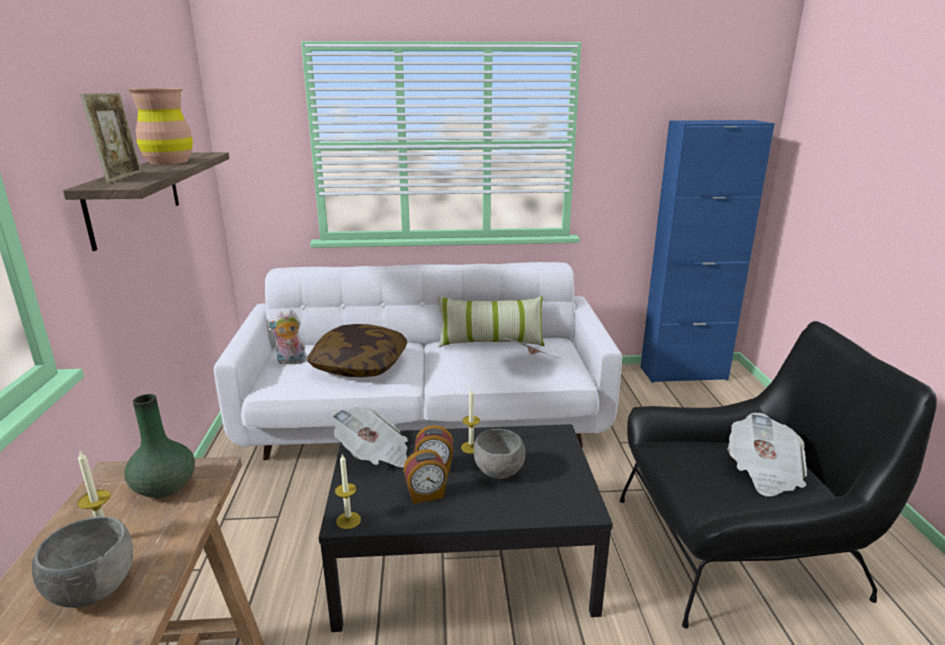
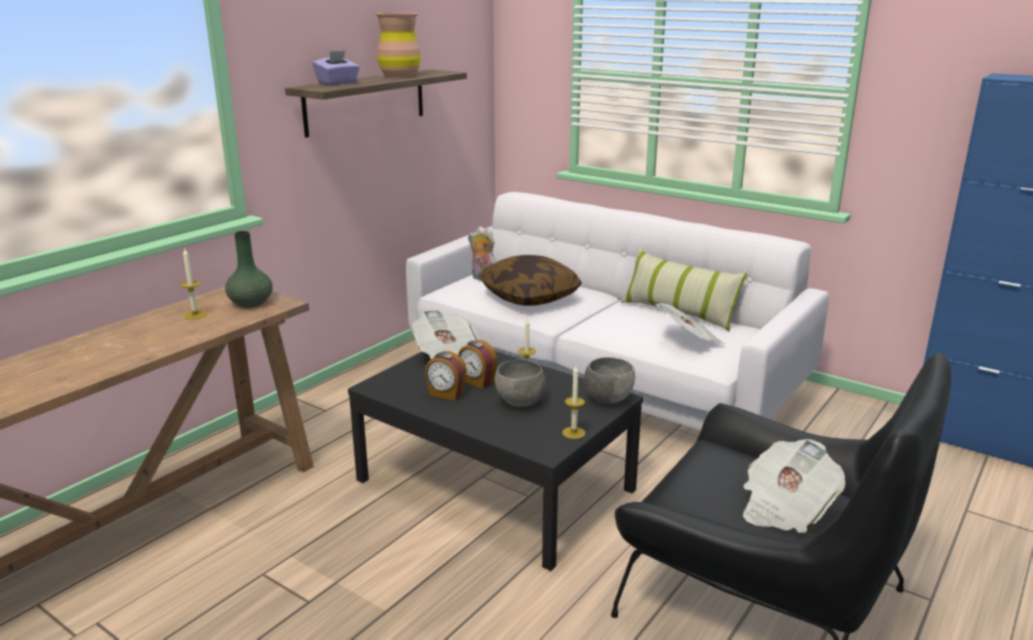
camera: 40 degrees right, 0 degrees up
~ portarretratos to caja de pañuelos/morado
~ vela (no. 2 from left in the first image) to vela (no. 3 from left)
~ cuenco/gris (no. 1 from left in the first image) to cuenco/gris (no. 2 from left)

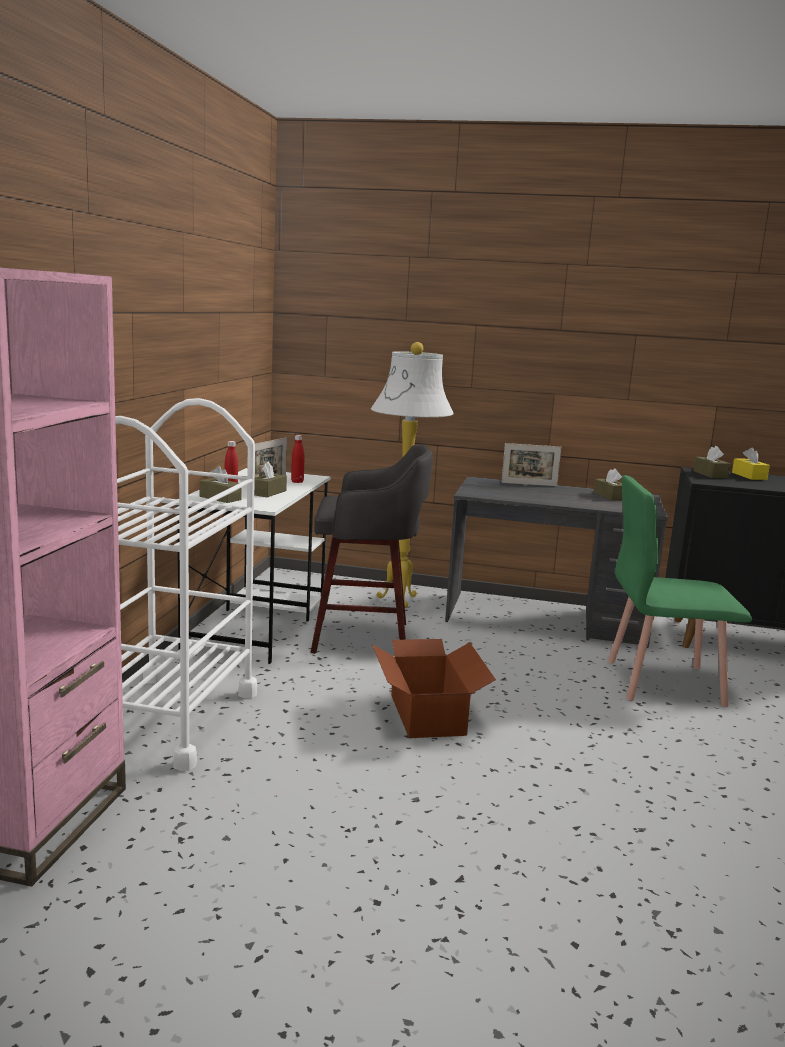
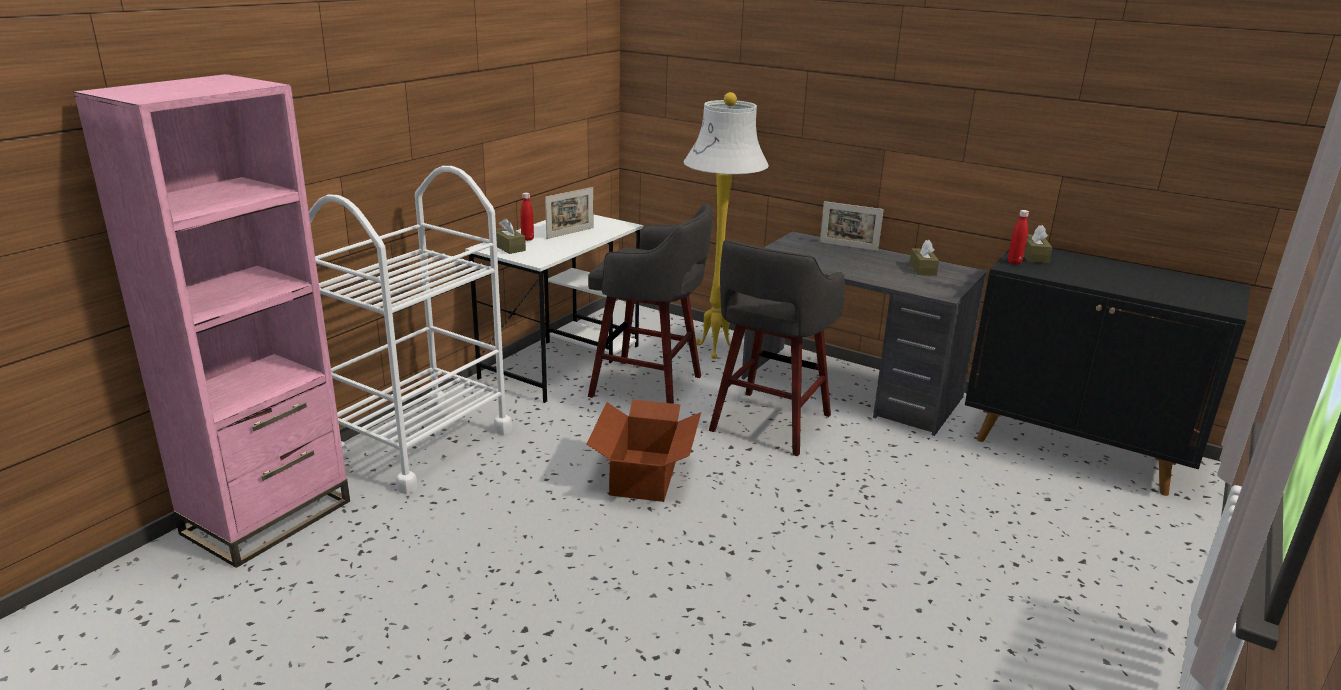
camera: 20 degrees right, 10 degrees up
~ botella/rojo (no. 2 from left)
- caja de pañuelos/amarillo
- caja de pañuelos/marrón (no. 2 from left)
- silla/verde
+ taburete/gris (no. 2 from left)

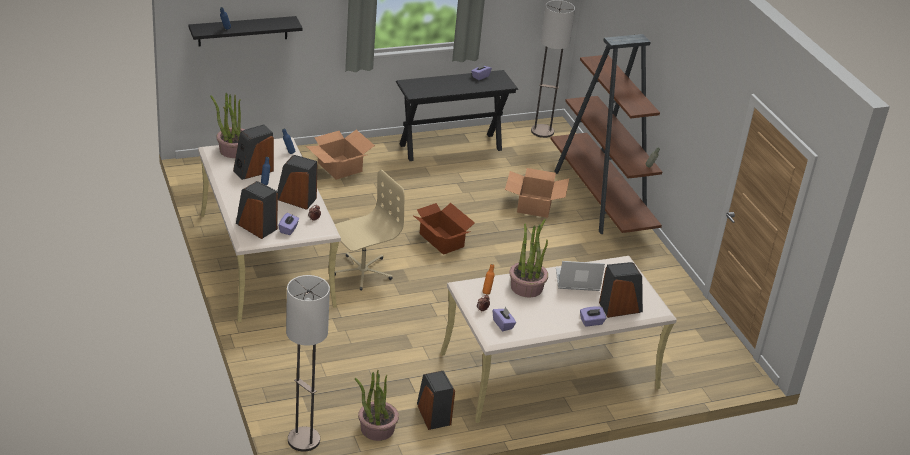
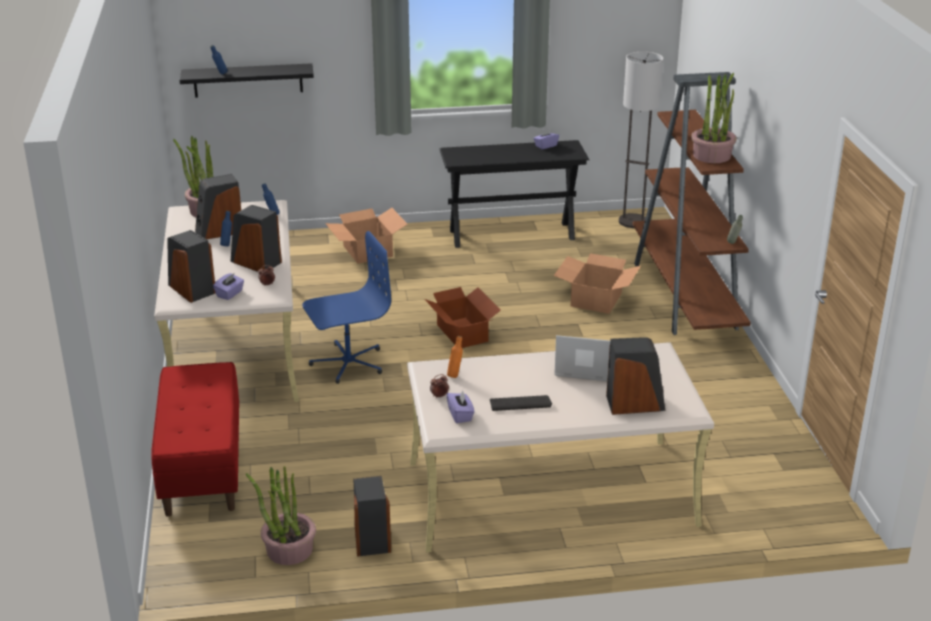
camera: 15 degrees right, 5 degrees down
~ silla de oficina/beis to silla de oficina/azul
~ planta en maceta (no. 3 from left)
- lámpara de pie (no. 1 from left)
- caja de pañuelos/morado (no. 4 from left)
+ banco/rojo
+ teclado

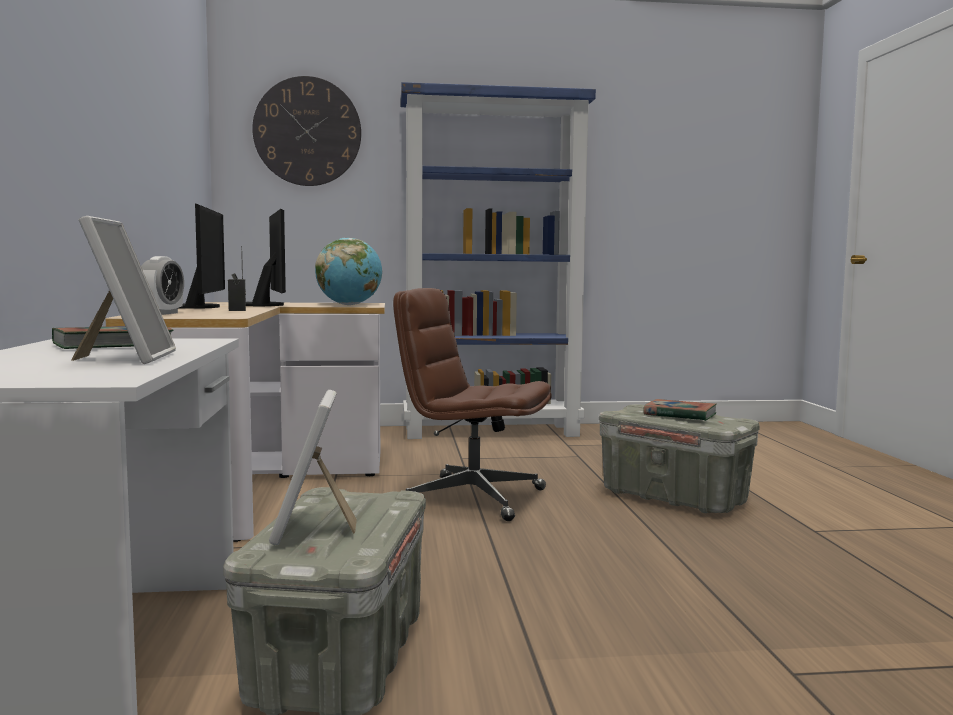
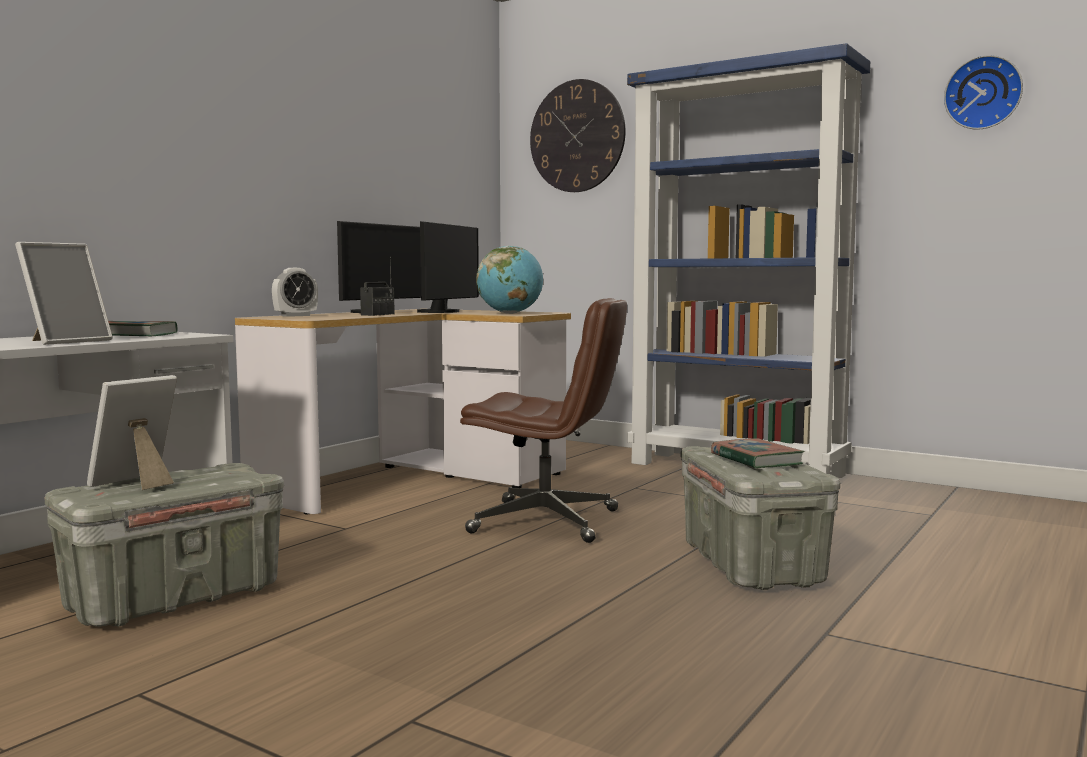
camera: 40 degrees right, 0 degrees up
~ silla de oficina/marrón 135 degrees clockwise
+ reloj de pared (no. 2 from left)

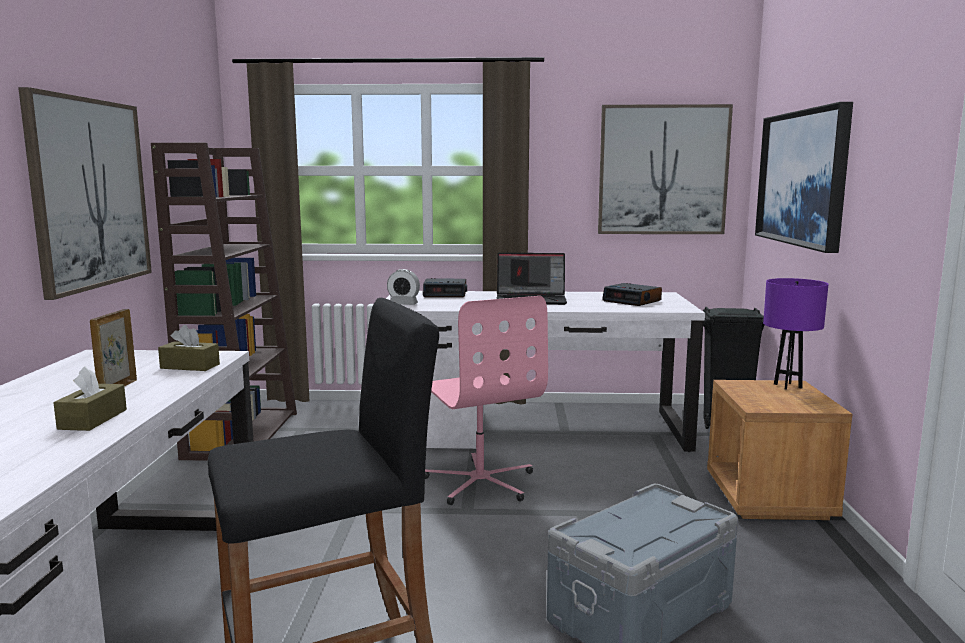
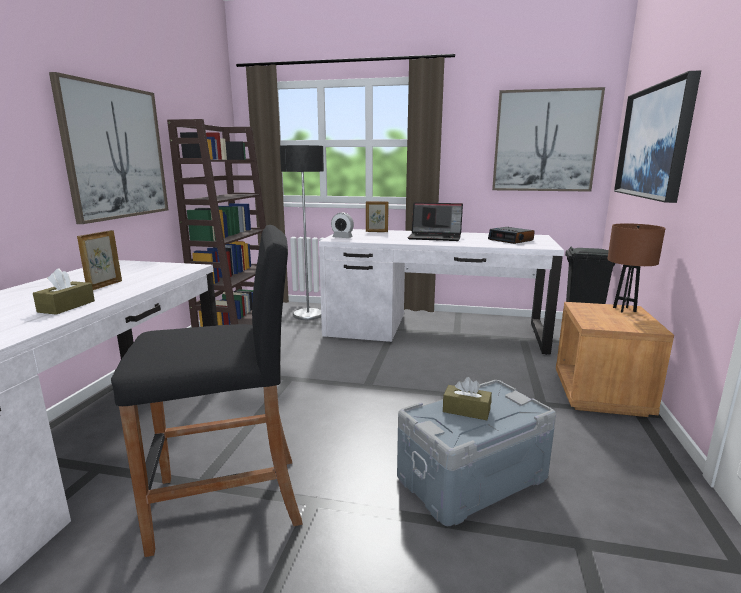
camera: 10 degrees right, 5 degrees up
~ despertador (no. 2 from left) to portarretratos (no. 2 from left)
~ lámpara de mesa/morado to lámpara de mesa/marrón
- silla de oficina/rosa
~ caja de pañuelos/marrón (no. 2 from left)
+ lámpara de pie

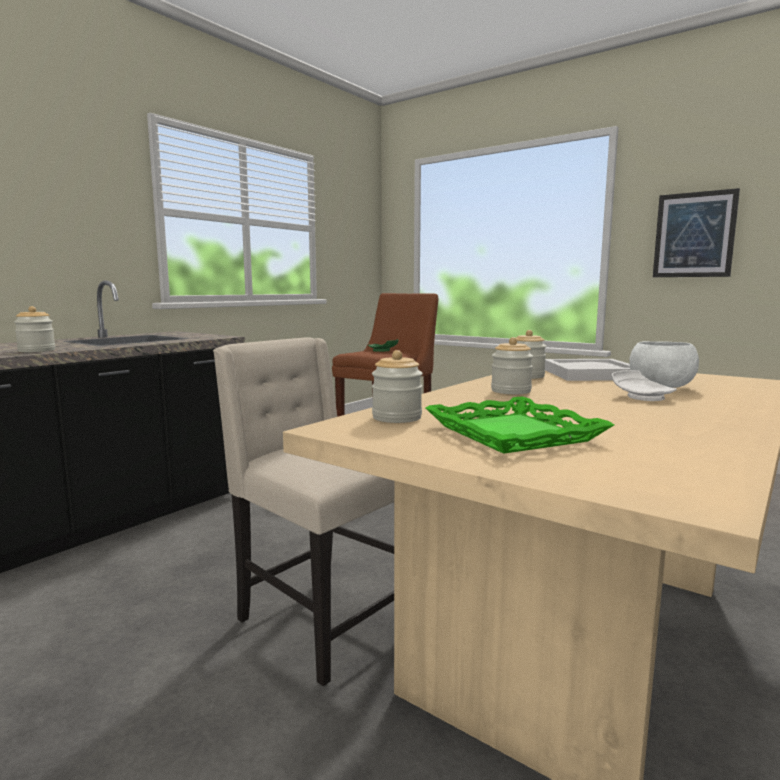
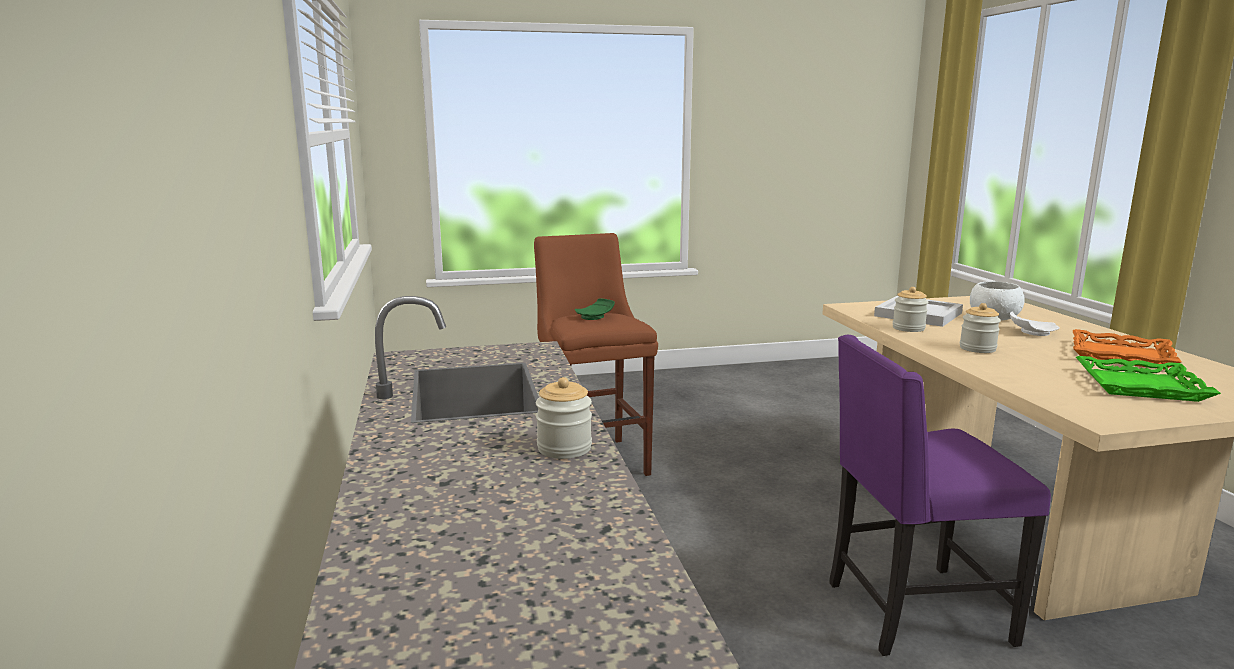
camera: 50 degrees left, 5 degrees up
- cuadro
~ silla/beis to silla/morado
- tarro (no. 2 from left)
+ bandeja/naranja

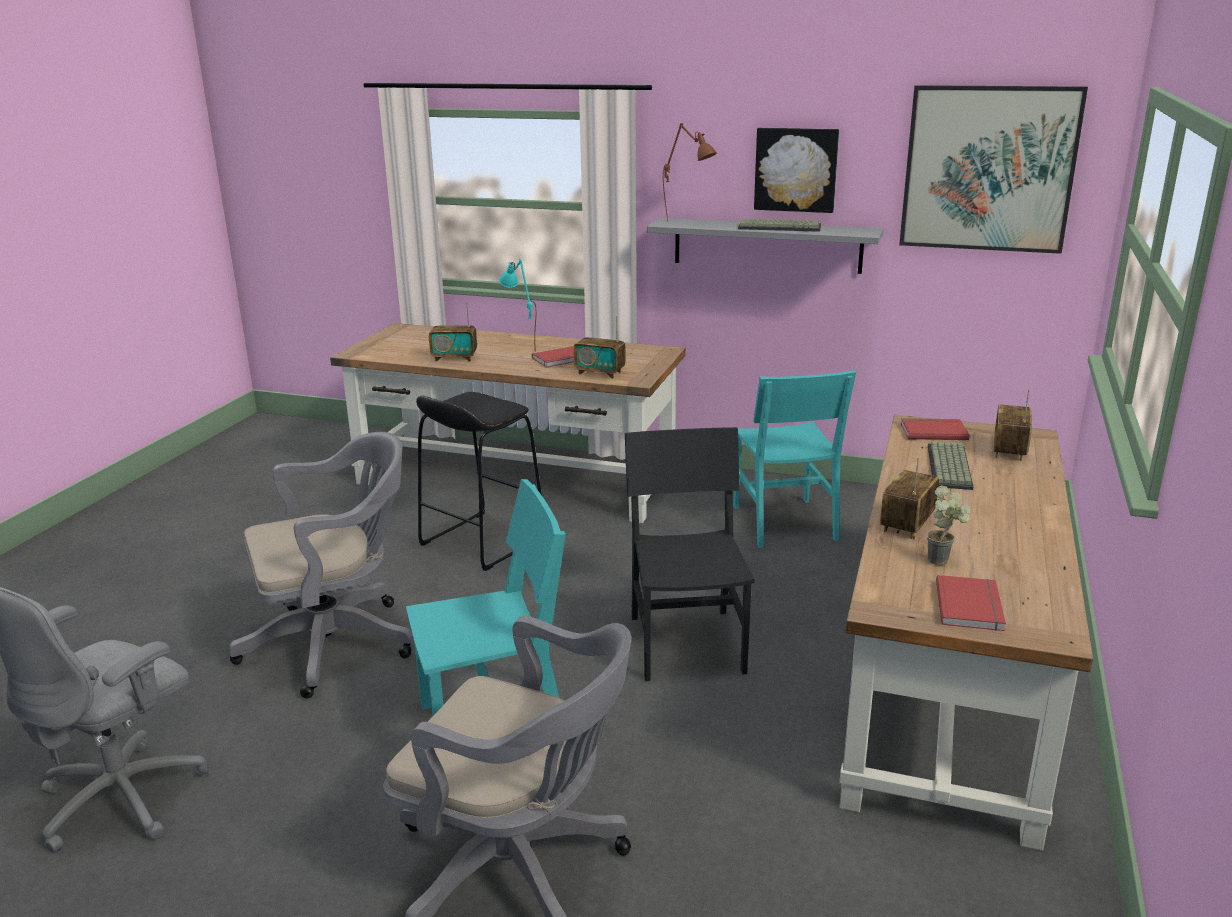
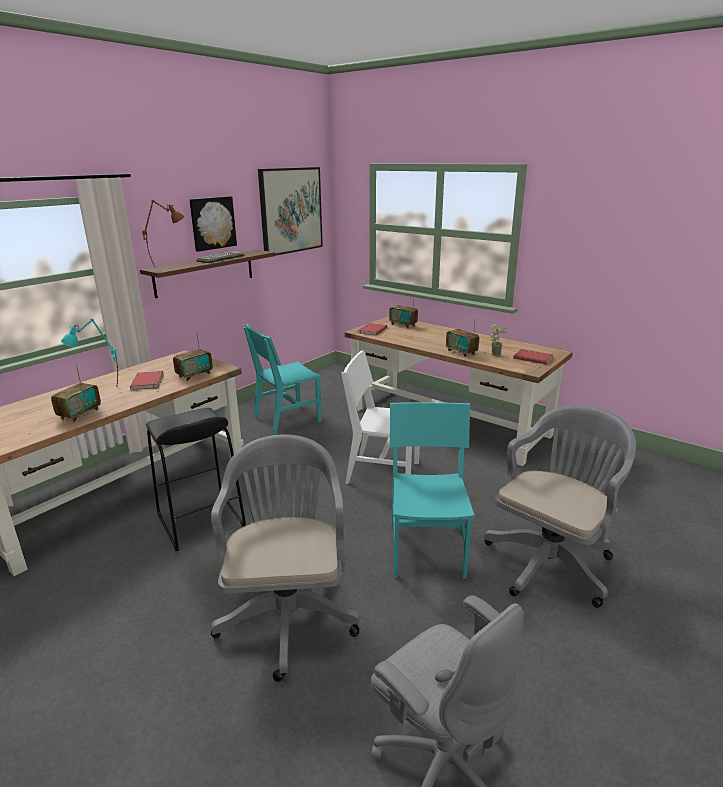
camera: 70 degrees left, 0 degrees up
~ estante/gris to estante/marrón
~ silla/turquesa (no. 2 from left in the first image) 135 degrees clockwise
~ silla/negro to silla/blanco
- teclado (no. 2 from left)

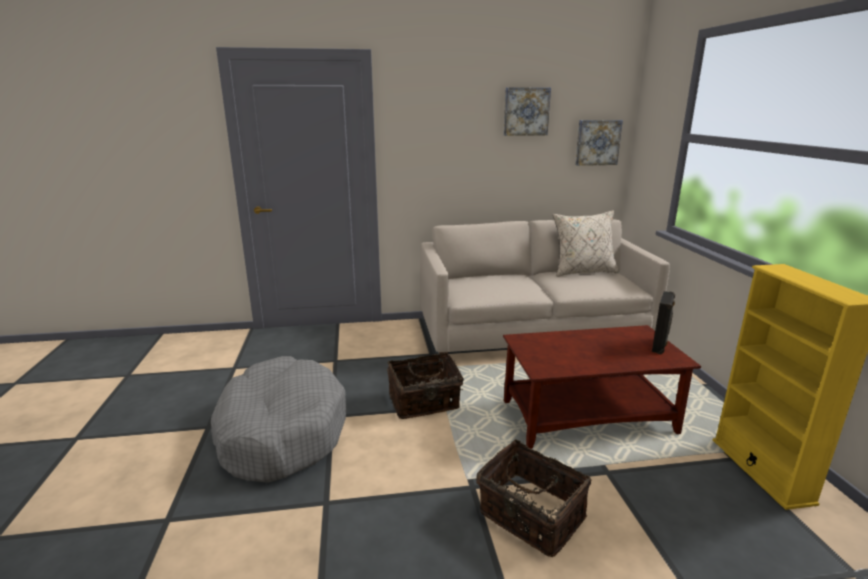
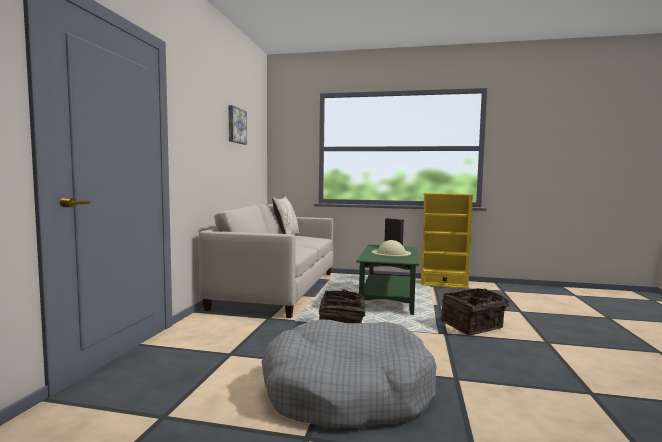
camera: 70 degrees left, 15 degrees down
- cuadro (no. 2 from left)
~ mesa de centro/marrón to mesa de centro/verde
+ sombrero/beis

